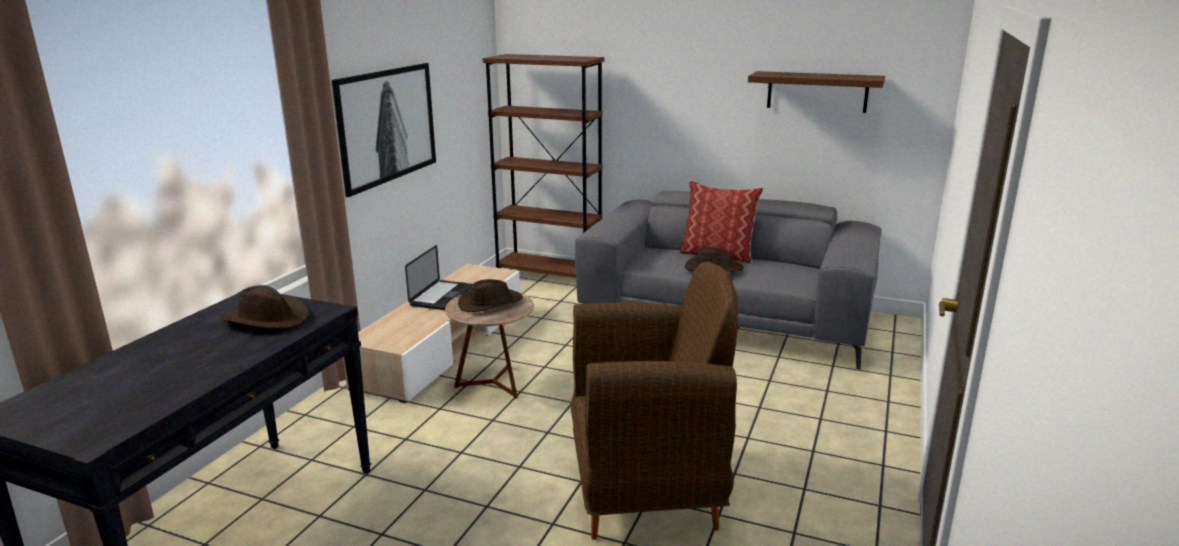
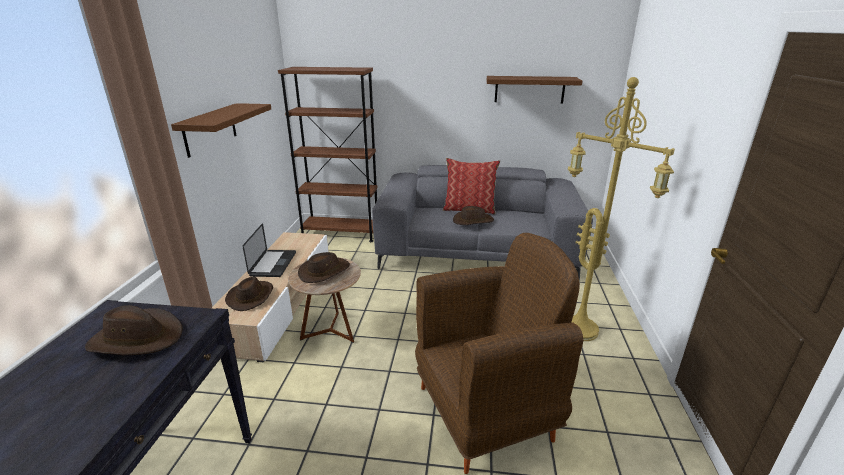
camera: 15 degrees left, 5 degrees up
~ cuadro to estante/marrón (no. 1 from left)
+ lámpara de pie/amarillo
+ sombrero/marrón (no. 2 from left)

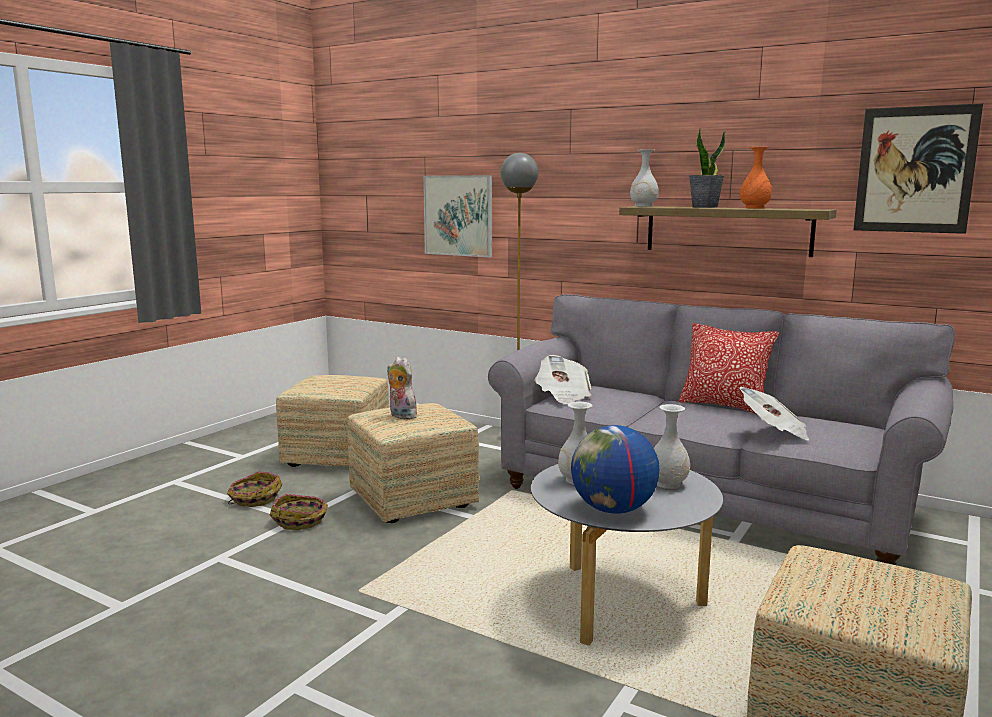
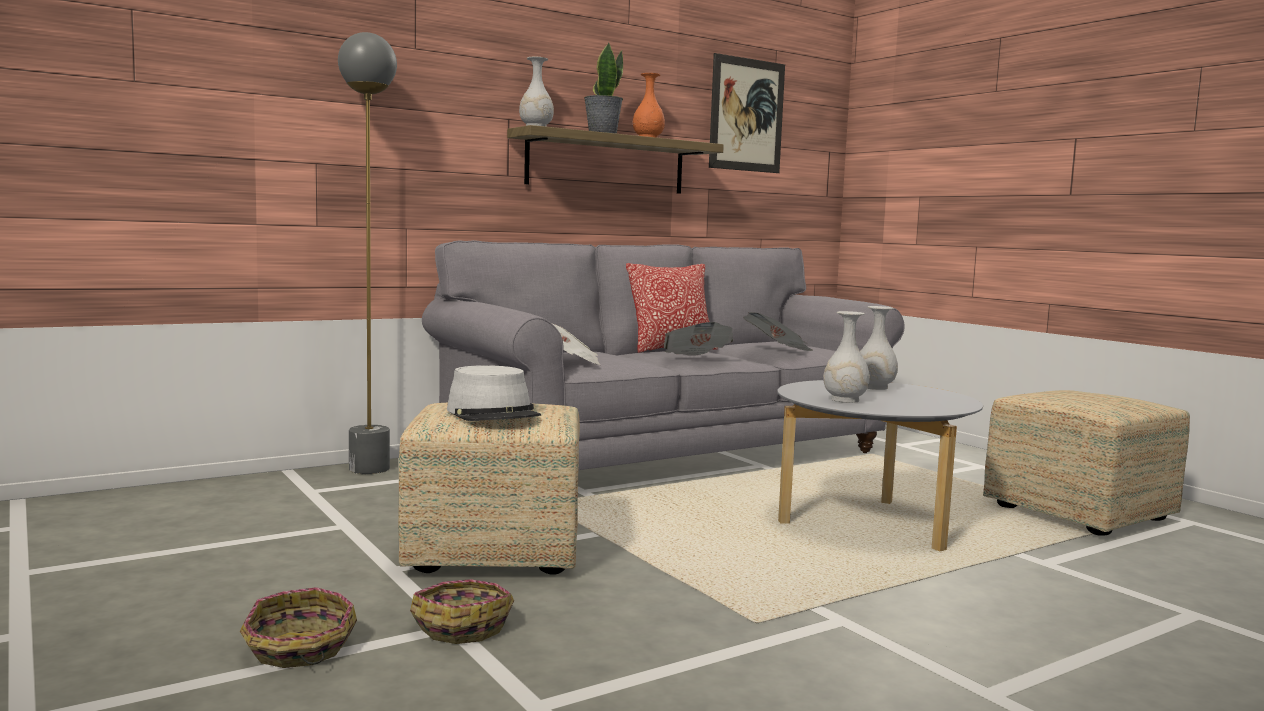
camera: 65 degrees left, 5 degrees down
- cuadro (no. 1 from left)
~ peluche to sombrero/gris
- puf (no. 1 from left)
- globo terráqueo
+ periódico (no. 2 from left)

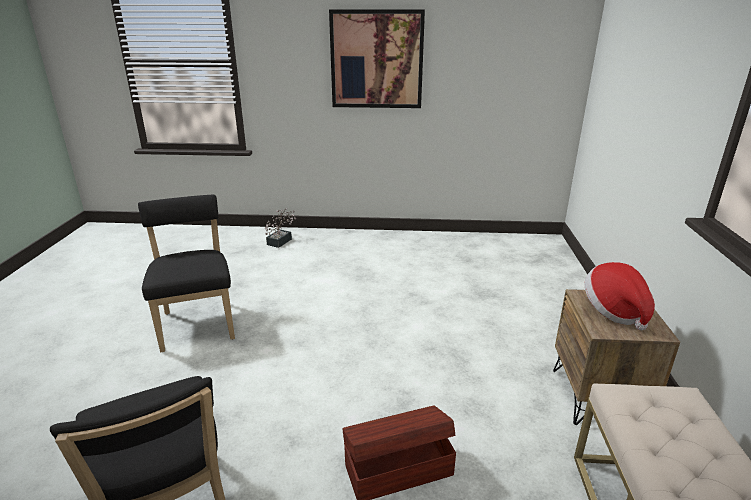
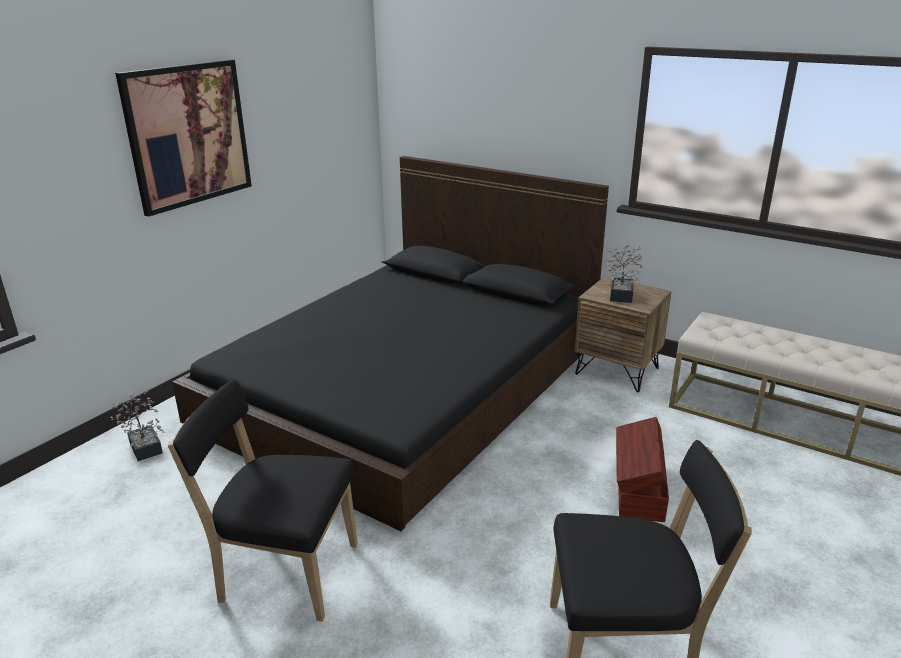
camera: 60 degrees left, 0 degrees up
~ sombrero to planta en maceta (no. 2 from left)
+ cama/negro

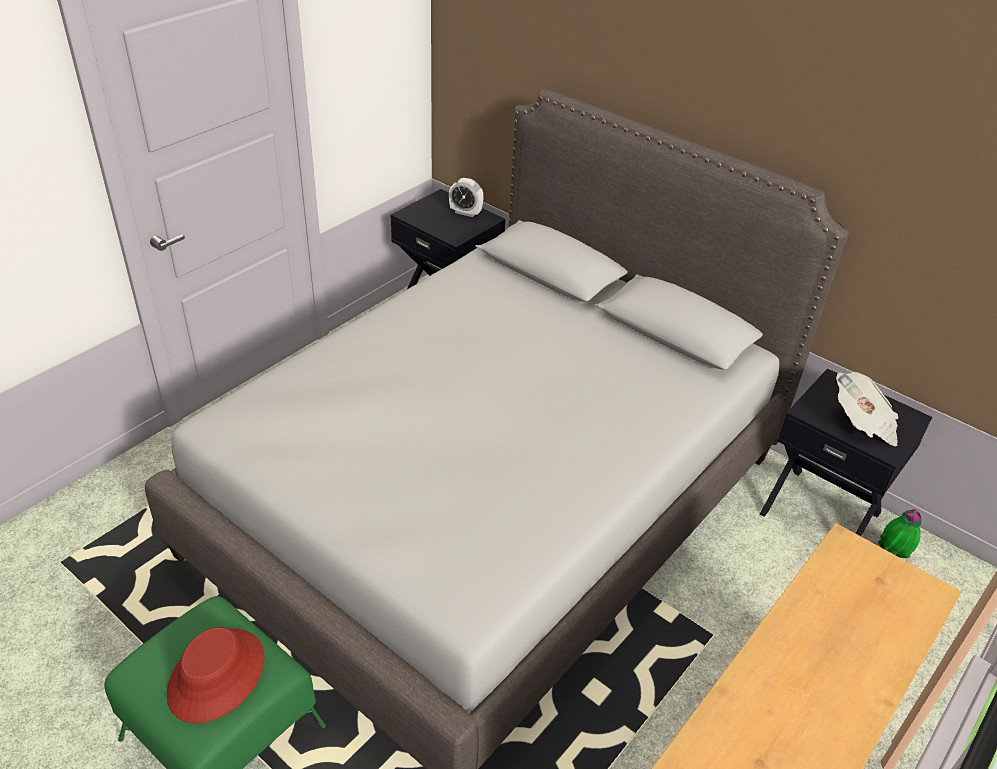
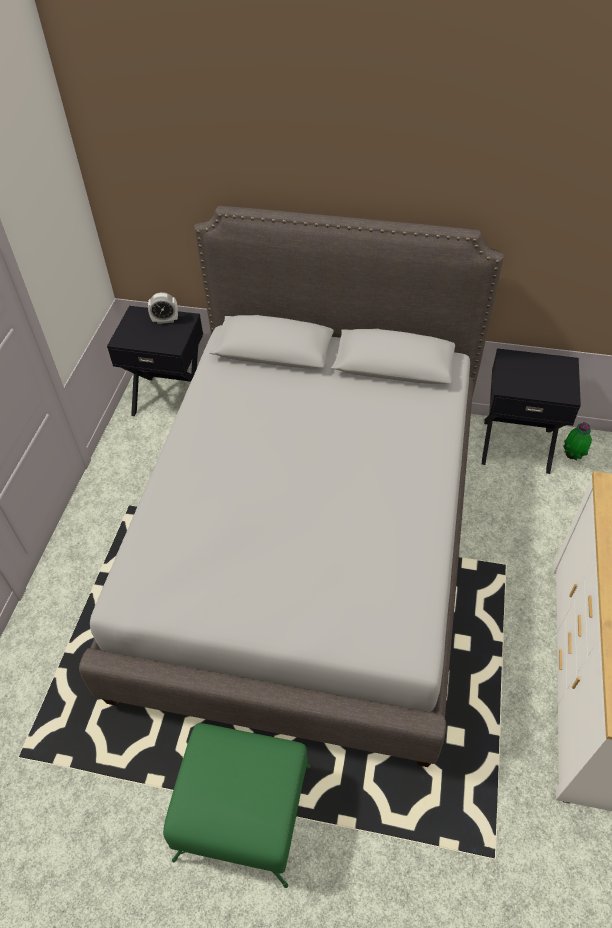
camera: 25 degrees left, 10 degrees up
- periódico
- sombrero/rojo

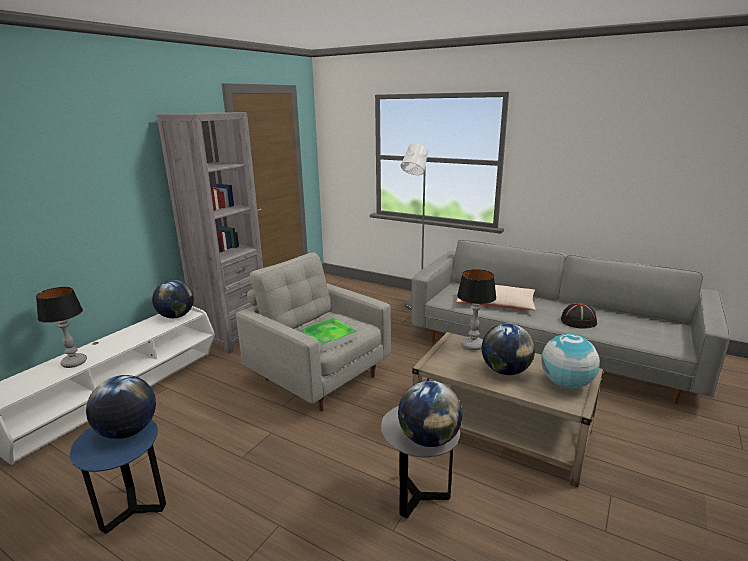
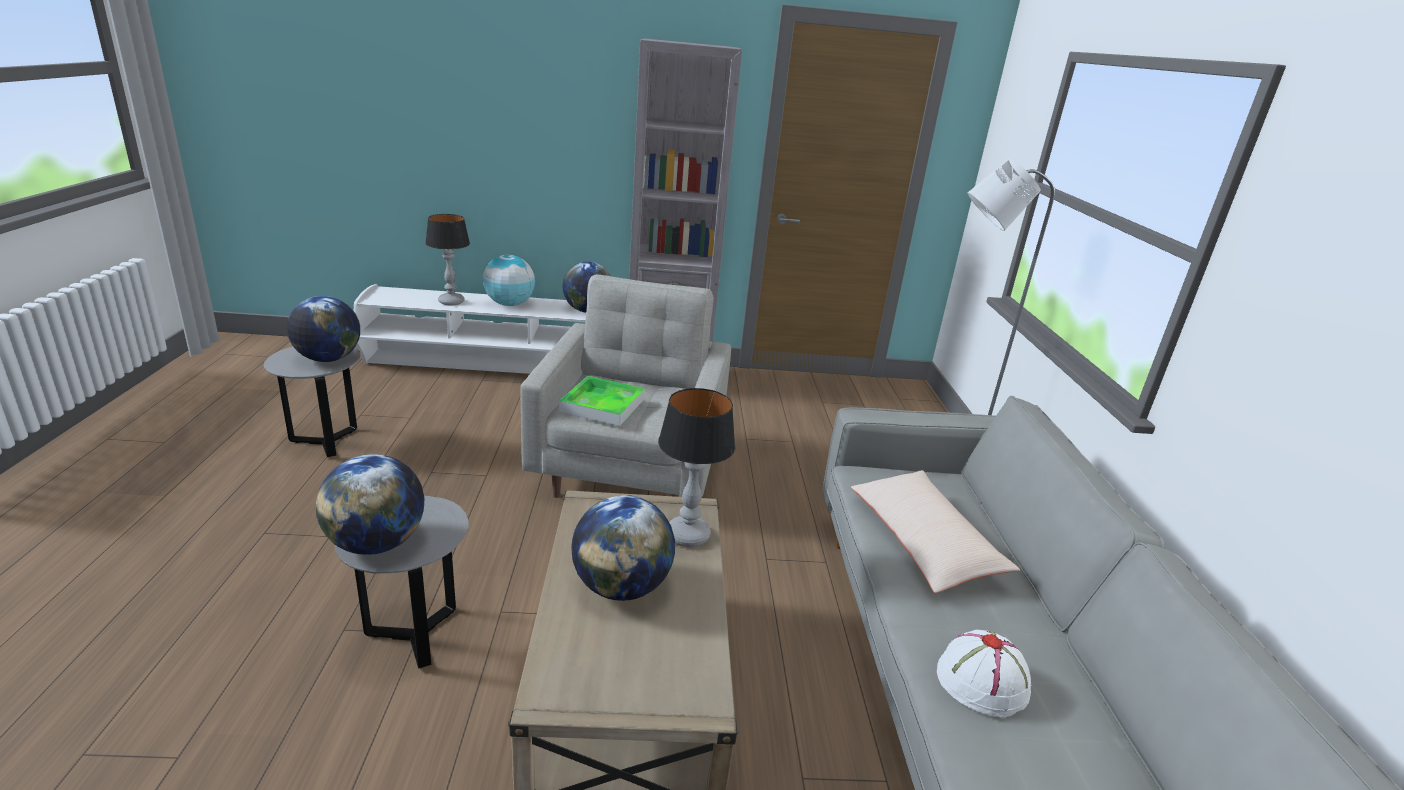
camera: 55 degrees right, 5 degrees up
~ sombrero/negro to sombrero/blanco
~ globo terráqueo (no. 5 from left in the first image) to globo terráqueo (no. 3 from left)
~ mesa auxiliar/azul to mesa auxiliar/gris (no. 1 from left)

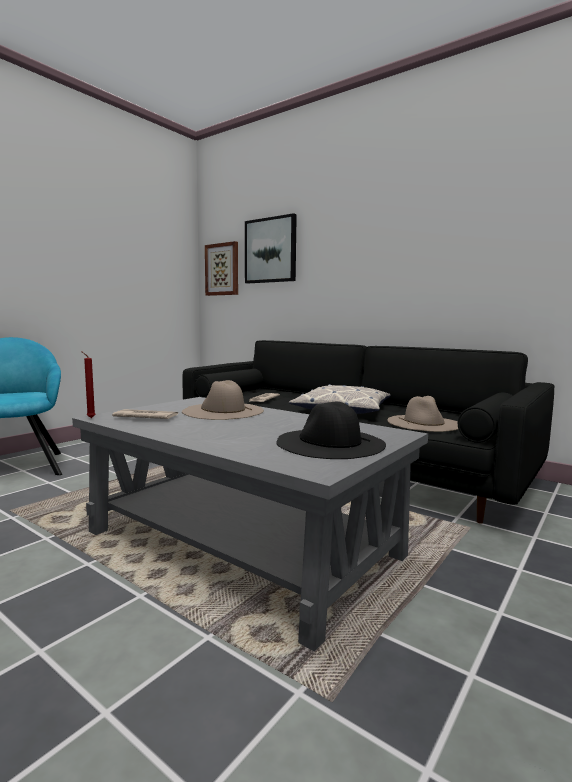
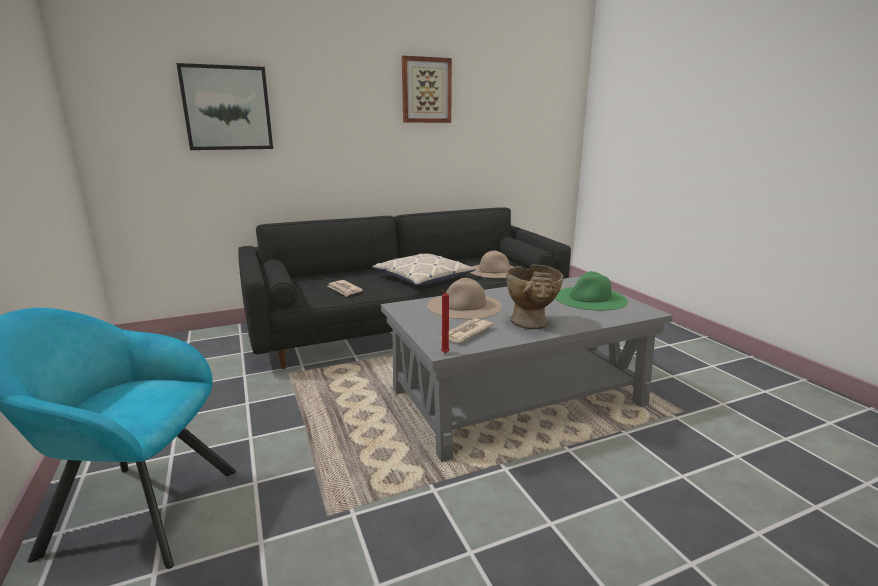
camera: 60 degrees left, 10 degrees up
~ cuadro (no. 1 from left in the first image) to cuadro (no. 2 from left)
~ sombrero/negro to sombrero/verde
+ florero/beis

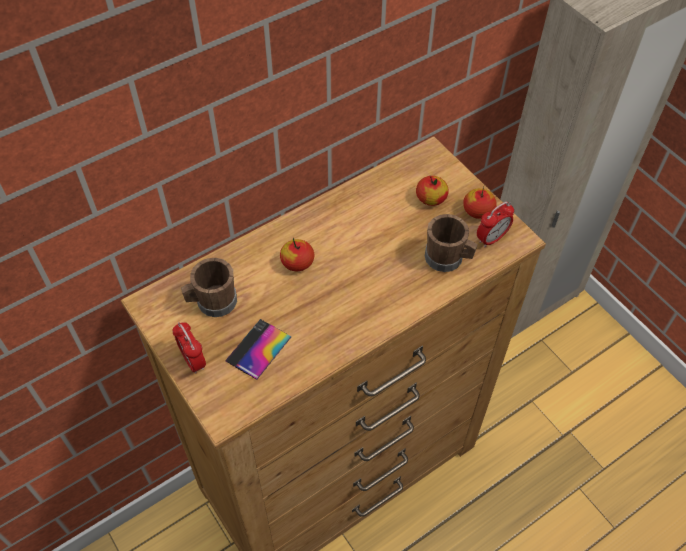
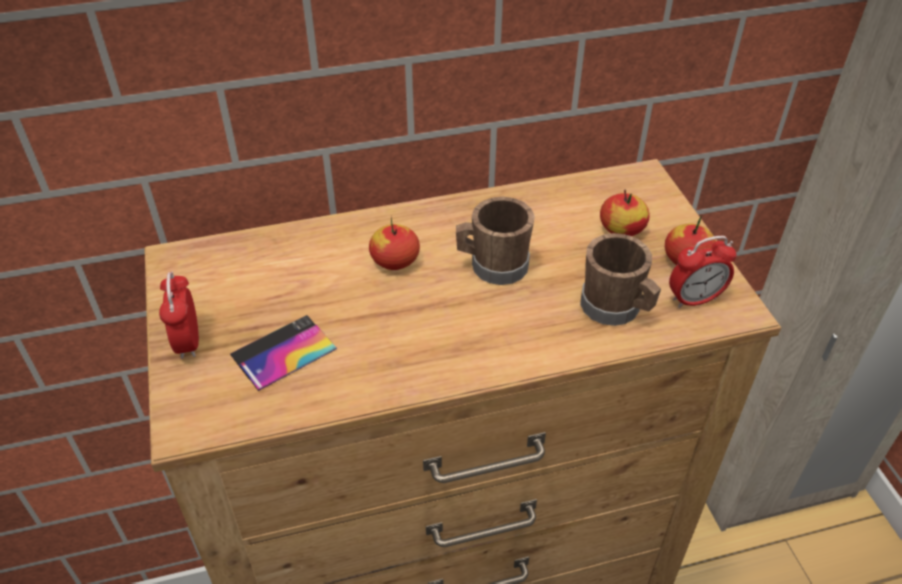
camera: 20 degrees right, 10 degrees down
~ taza grande/marrón (no. 1 from left)

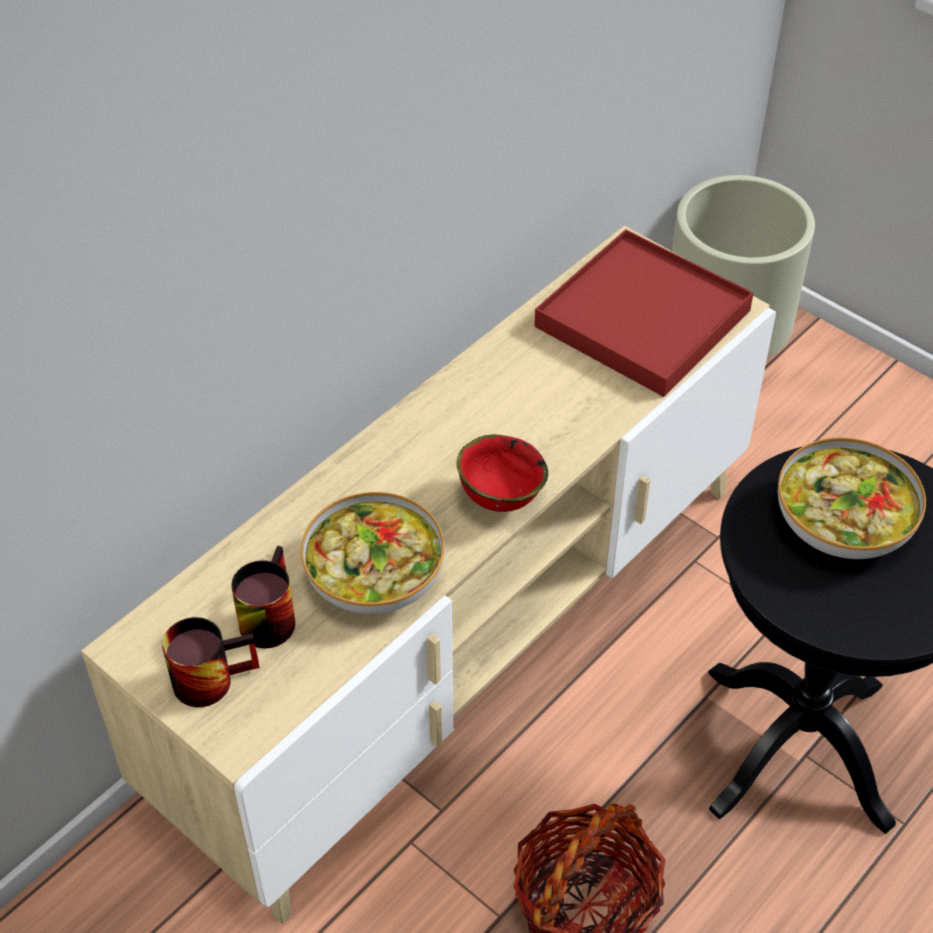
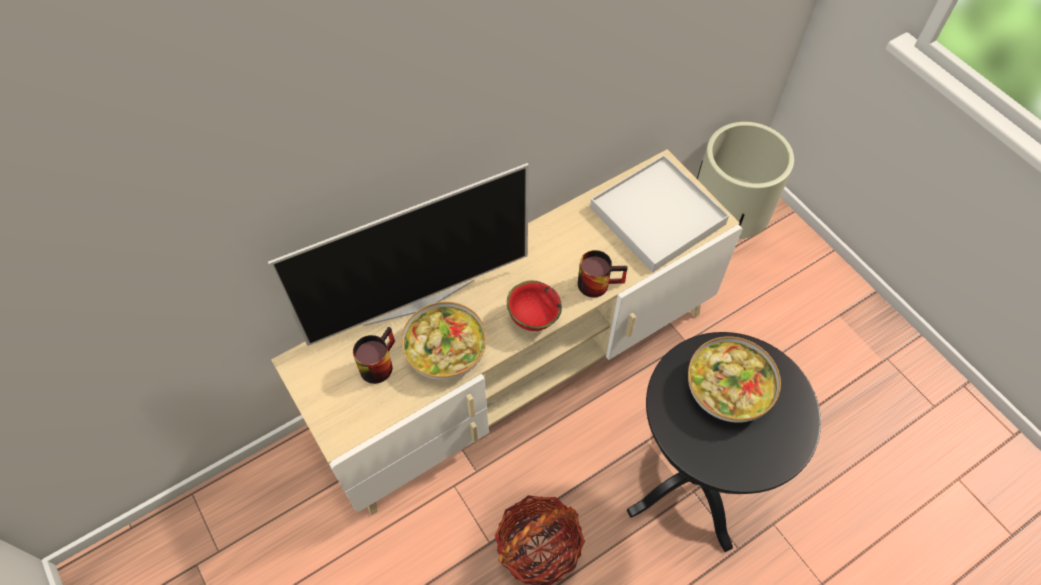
camera: 15 degrees right, 10 degrees up
~ bandeja/rojo to bandeja/blanco
~ taza grande (no. 1 from left in the first image) to taza grande (no. 2 from left)
+ televisor

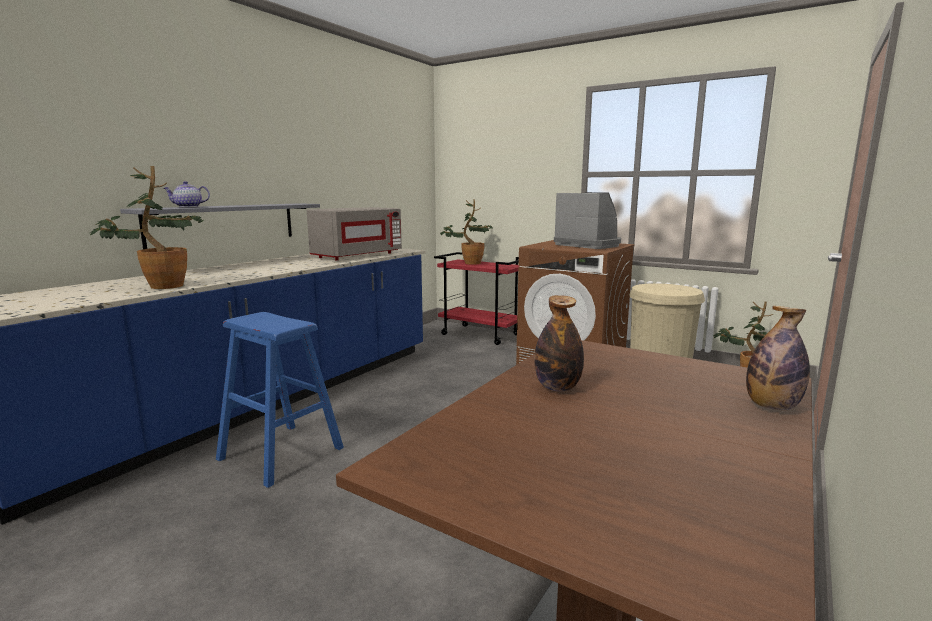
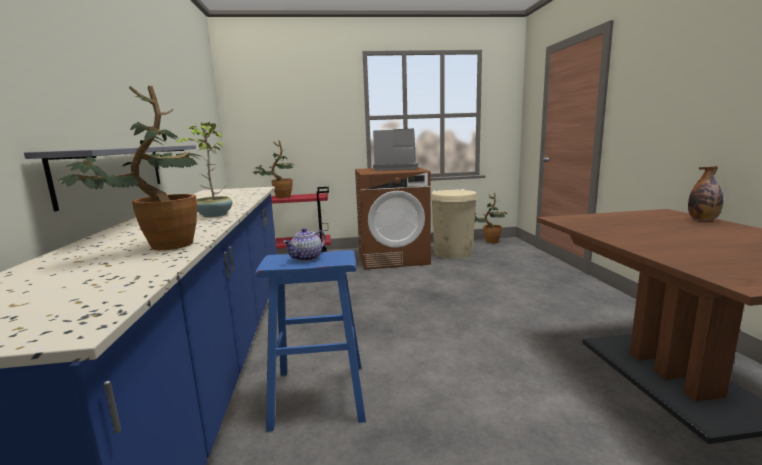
camera: 40 degrees left, 0 degrees up
~ tetera
- microondas/gris
- botella (no. 1 from left)
+ planta en maceta (no. 2 from left)

